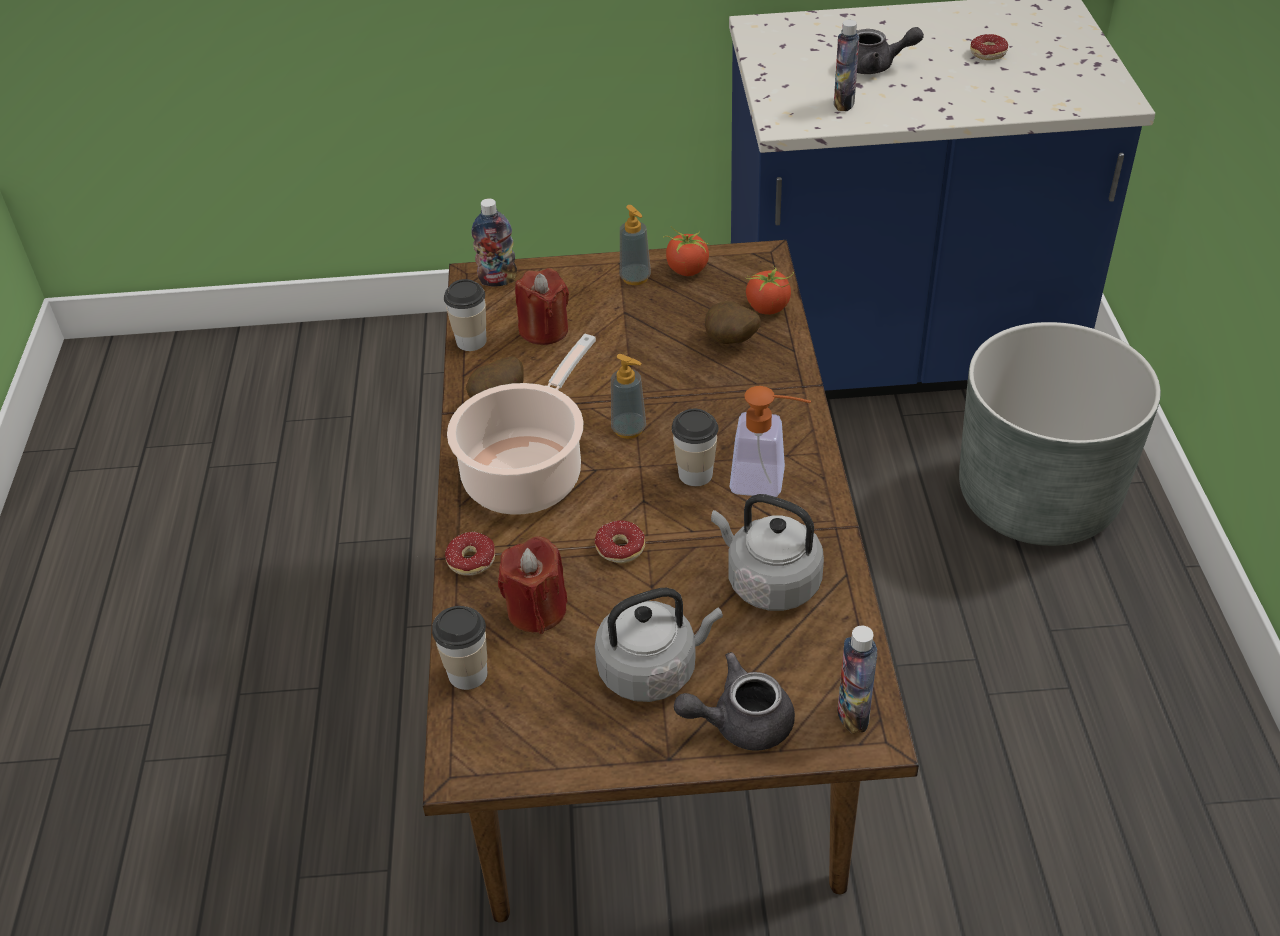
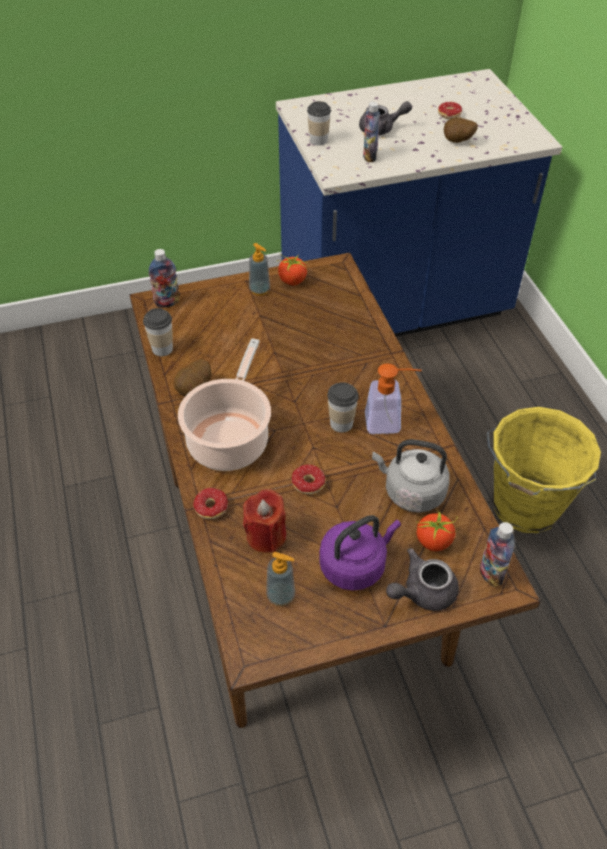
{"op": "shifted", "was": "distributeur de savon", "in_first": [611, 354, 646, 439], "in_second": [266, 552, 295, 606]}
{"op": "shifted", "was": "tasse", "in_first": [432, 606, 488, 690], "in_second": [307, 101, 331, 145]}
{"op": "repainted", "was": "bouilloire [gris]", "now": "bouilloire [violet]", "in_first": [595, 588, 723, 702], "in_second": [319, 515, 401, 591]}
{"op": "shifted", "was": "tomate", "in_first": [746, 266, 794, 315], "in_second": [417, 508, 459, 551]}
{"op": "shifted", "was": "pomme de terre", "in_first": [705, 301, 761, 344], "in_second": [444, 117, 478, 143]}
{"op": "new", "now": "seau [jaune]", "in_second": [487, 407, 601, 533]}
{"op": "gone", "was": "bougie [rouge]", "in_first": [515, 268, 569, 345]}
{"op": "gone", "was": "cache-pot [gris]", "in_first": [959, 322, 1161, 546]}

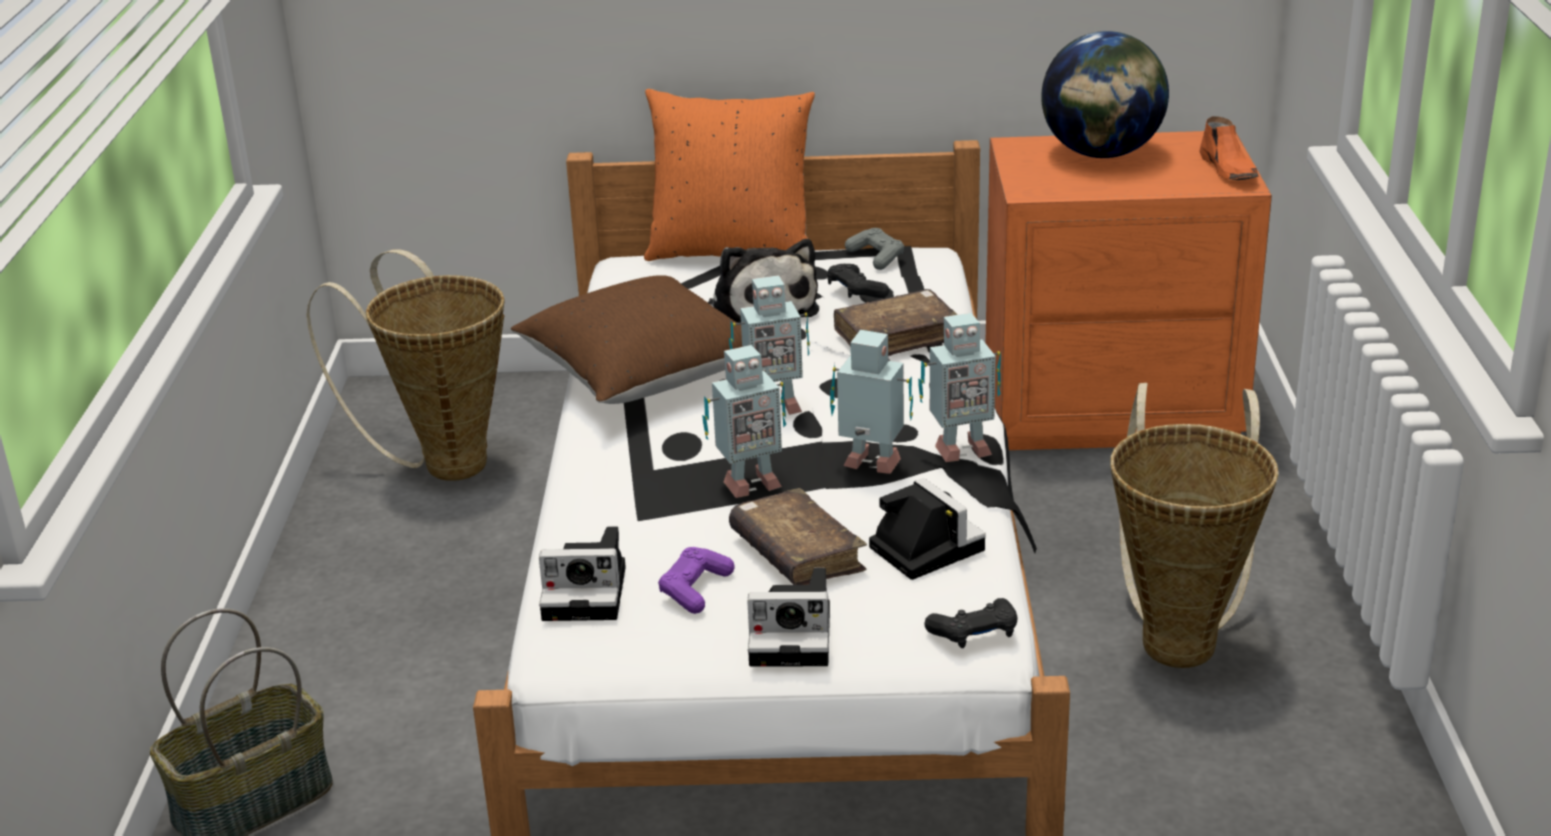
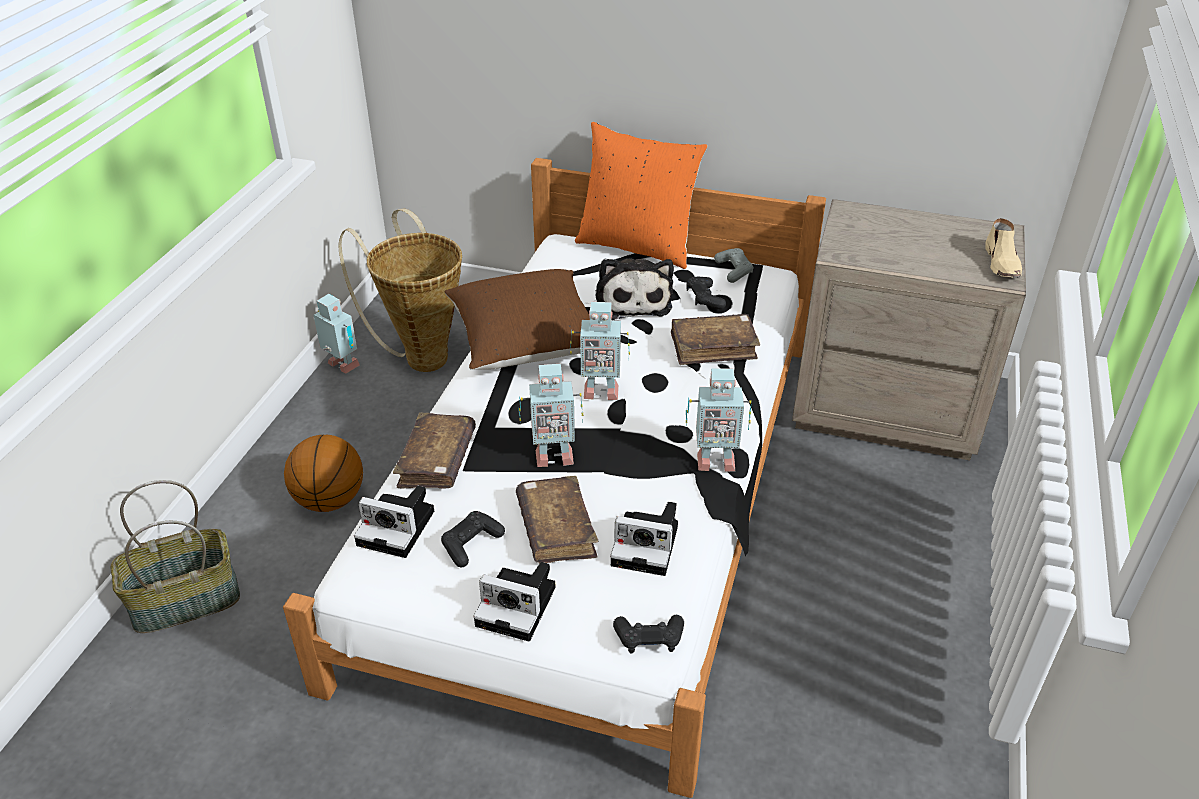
{"op": "new", "now": "ballon de basket", "in_second": [284, 435, 363, 512]}
{"op": "shifted", "was": "robot jouet", "in_first": [830, 330, 913, 474], "in_second": [313, 294, 359, 373]}
{"op": "new", "now": "livre [marron]", "in_second": [393, 413, 476, 489]}
{"op": "repainted", "was": "manette [violet]", "now": "manette [noir]", "in_first": [658, 547, 735, 614], "in_second": [441, 511, 505, 567]}
{"op": "rotated", "was": "appareil photo", "in_first": [869, 478, 986, 580], "in_second": [610, 502, 678, 576], "clockwise": 120}
{"op": "repainted", "was": "table de chevet [orange]", "now": "table de chevet [beige]", "in_first": [985, 131, 1272, 450], "in_second": [792, 199, 1026, 461]}
{"op": "repainted", "was": "chaussure [orange]", "now": "chaussure [beige]", "in_first": [1199, 116, 1258, 180], "in_second": [986, 218, 1022, 278]}
{"op": "gone", "was": "globe", "in_first": [1041, 31, 1169, 158]}
{"op": "gone", "was": "panier", "in_first": [1110, 383, 1279, 668]}

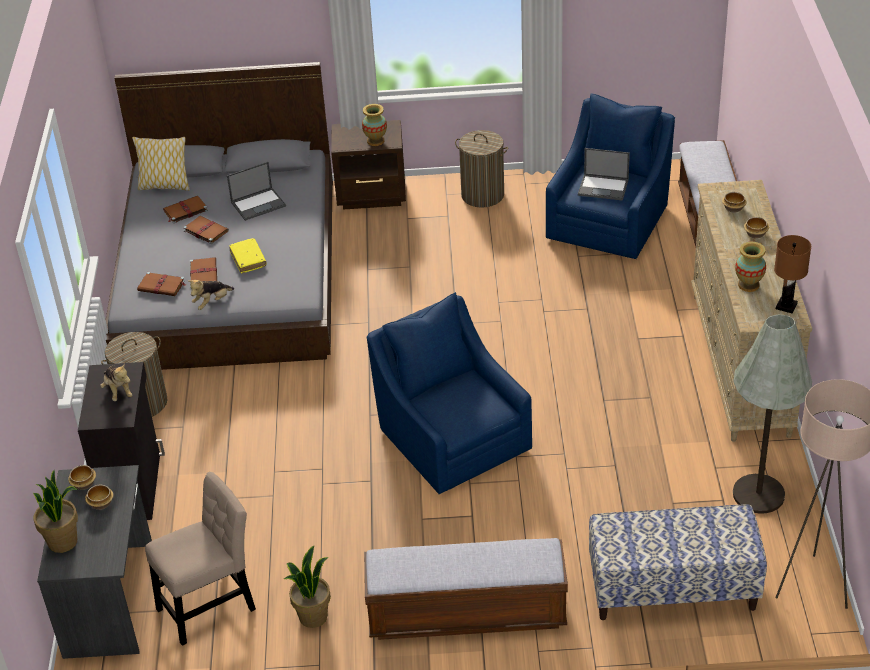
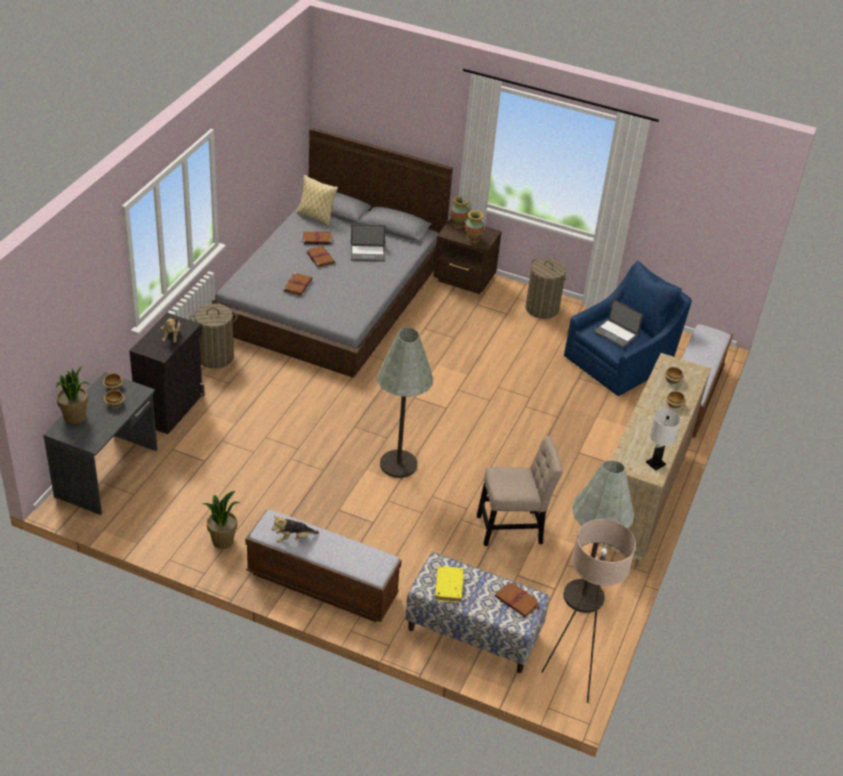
{"op": "shifted", "was": "peluche", "in_first": [188, 280, 234, 310], "in_second": [272, 516, 319, 543]}
{"op": "swapped", "was": "fauteuil [bleu]", "now": "lampadaire [gris]", "in_first": [366, 292, 532, 494], "in_second": [377, 327, 433, 478]}
{"op": "shifted", "was": "livre [jaune]", "in_first": [229, 238, 267, 273], "in_second": [435, 566, 464, 602]}
{"op": "shifted", "was": "vase", "in_first": [735, 242, 766, 292], "in_second": [450, 196, 469, 228]}
{"op": "shifted", "was": "chaise [beige]", "in_first": [145, 472, 256, 646], "in_second": [477, 436, 563, 546]}
{"op": "shifted", "was": "livre [marron]", "in_first": [137, 272, 186, 296], "in_second": [495, 581, 540, 617]}
{"op": "repainted", "was": "lampe de table [marron]", "now": "lampe de table [blanc]", "in_first": [774, 235, 811, 313], "in_second": [646, 409, 681, 470]}

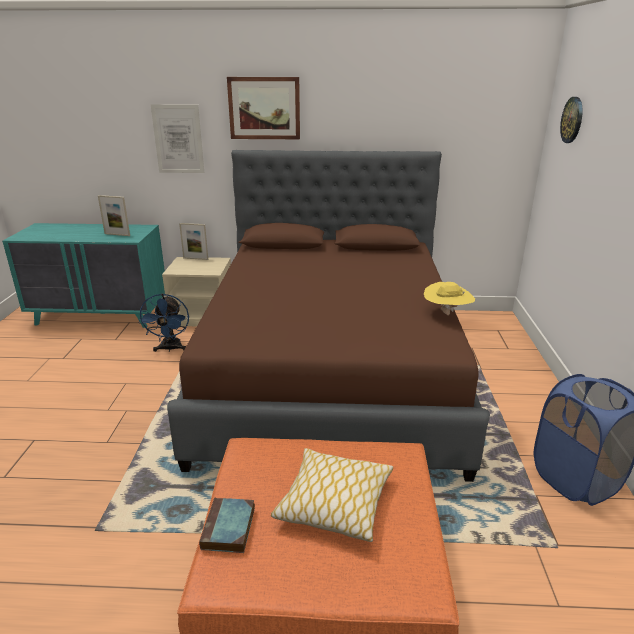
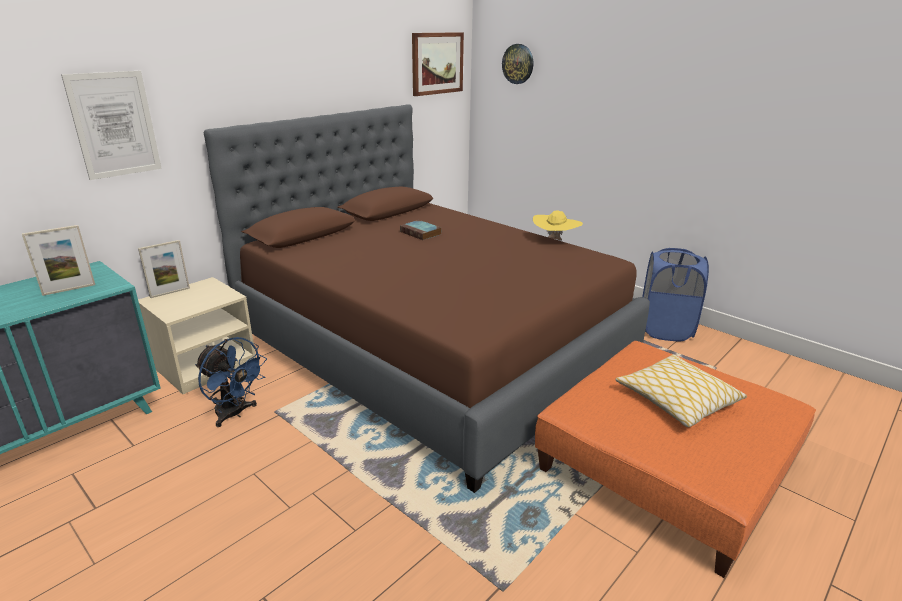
{"op": "shifted", "was": "livre", "in_first": [199, 498, 255, 553], "in_second": [400, 220, 442, 240]}
{"op": "shifted", "was": "tableau", "in_first": [227, 77, 300, 139], "in_second": [412, 32, 464, 96]}

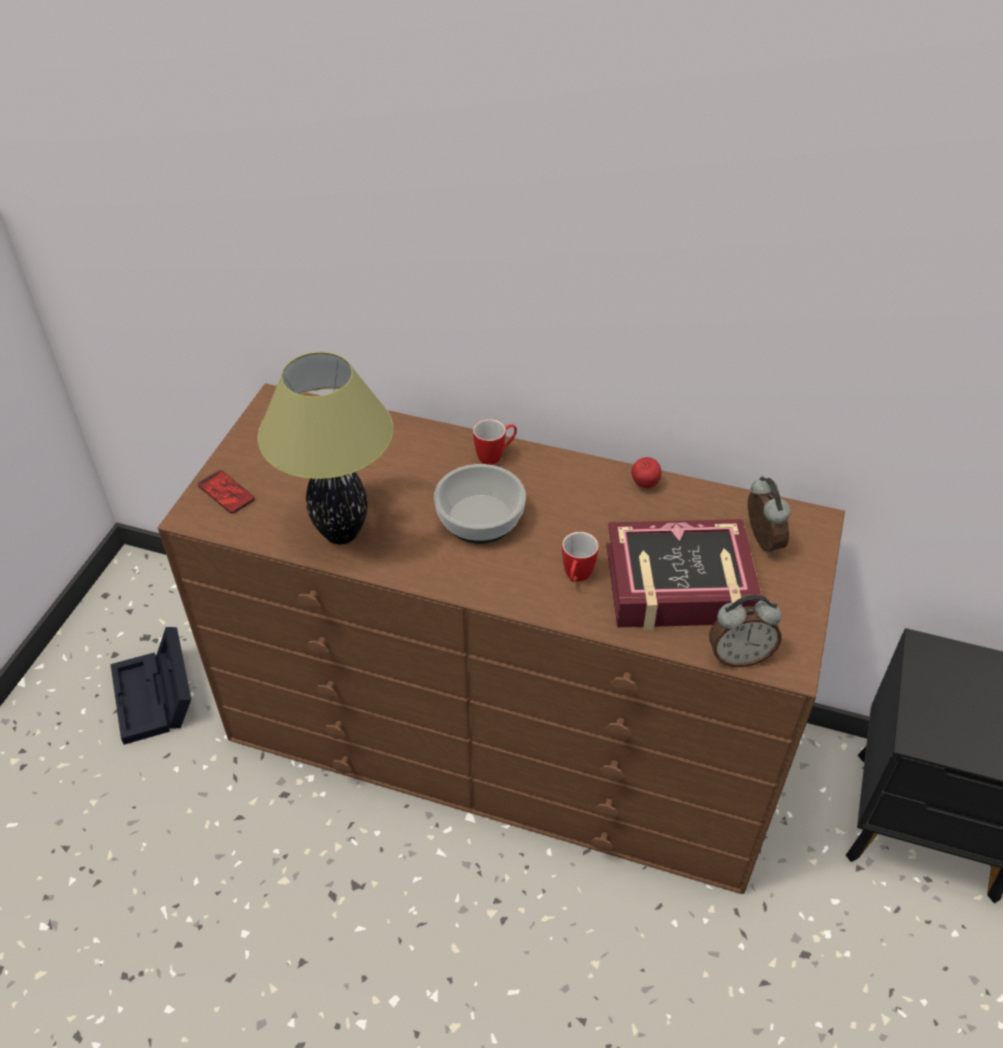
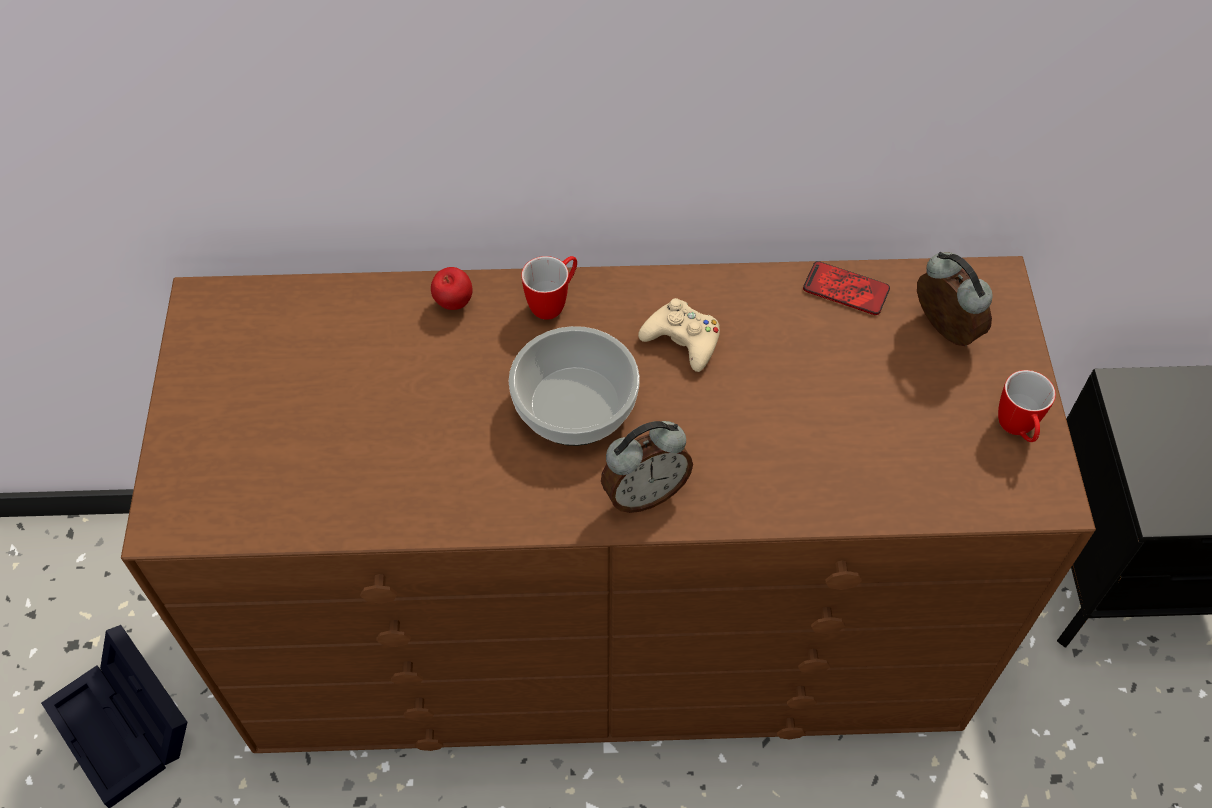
{"op": "shifted", "was": "pomme", "in_first": [631, 457, 662, 488], "in_second": [431, 267, 473, 310]}
{"op": "shifted", "was": "réveil", "in_first": [709, 595, 782, 667], "in_second": [601, 421, 693, 513]}
{"op": "new", "now": "manette [beige]", "in_second": [638, 298, 720, 372]}
{"op": "shifted", "was": "téléphone", "in_first": [198, 470, 255, 514], "in_second": [803, 261, 890, 315]}
{"op": "shifted", "was": "mug", "in_first": [562, 532, 599, 582], "in_second": [998, 370, 1056, 442]}
{"op": "gone", "was": "lampe de table", "in_first": [257, 352, 394, 544]}
{"op": "gone", "was": "livre", "in_first": [606, 519, 762, 630]}

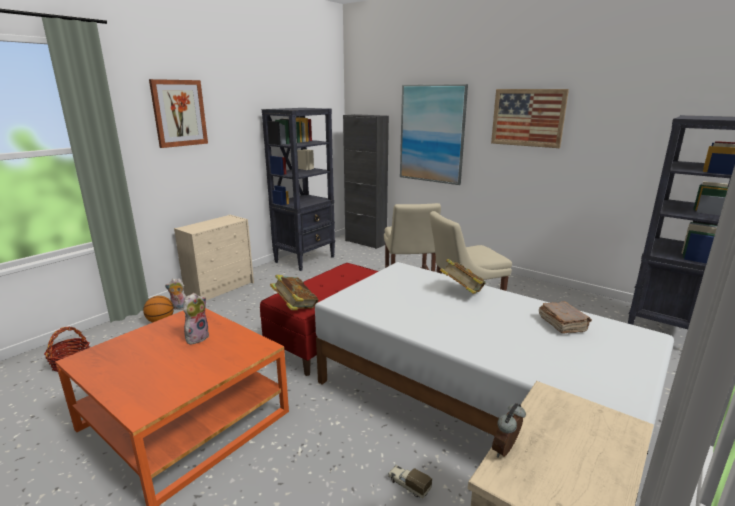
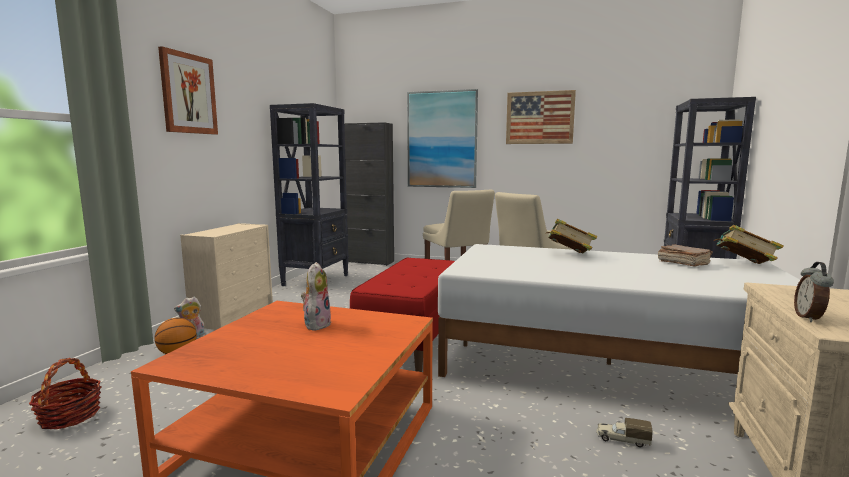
{"op": "shifted", "was": "livre", "in_first": [270, 275, 318, 310], "in_second": [714, 225, 784, 264]}

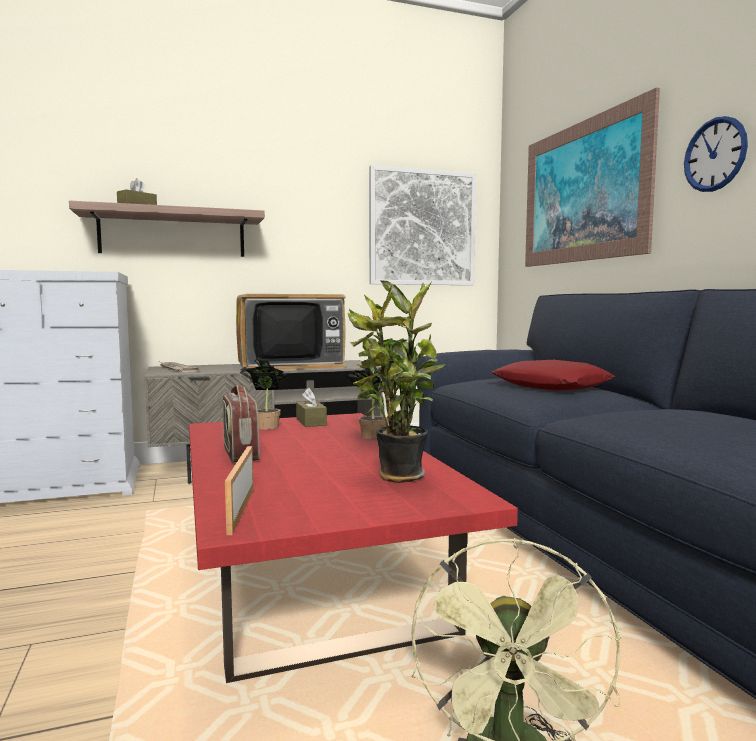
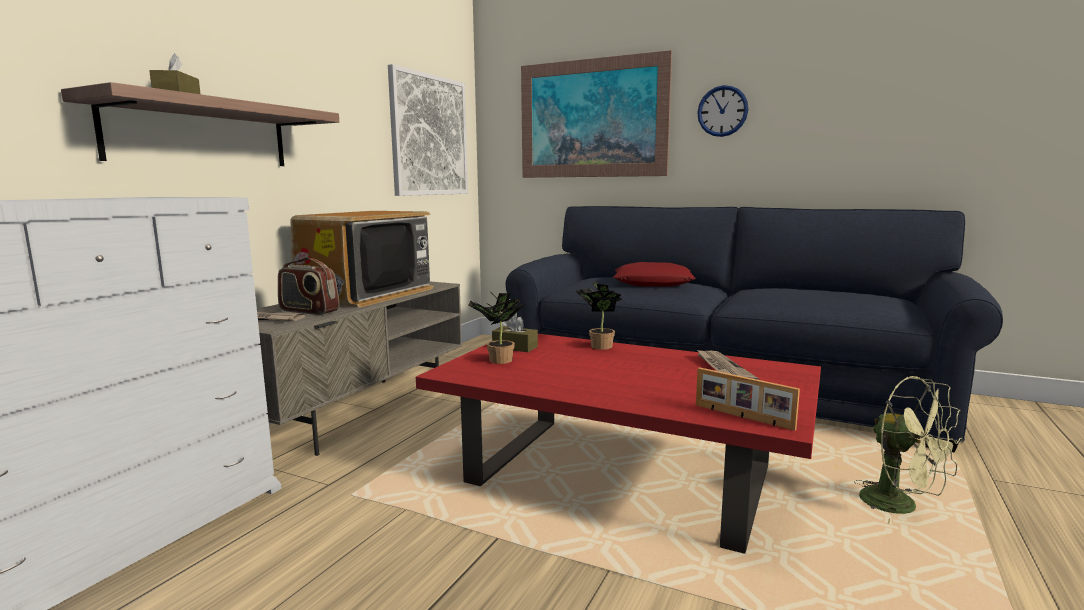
{"op": "shifted", "was": "radio", "in_first": [223, 385, 259, 463], "in_second": [278, 257, 339, 315]}
{"op": "swapped", "was": "plante en pot", "now": "journal", "in_first": [348, 281, 446, 483], "in_second": [696, 349, 759, 380]}

